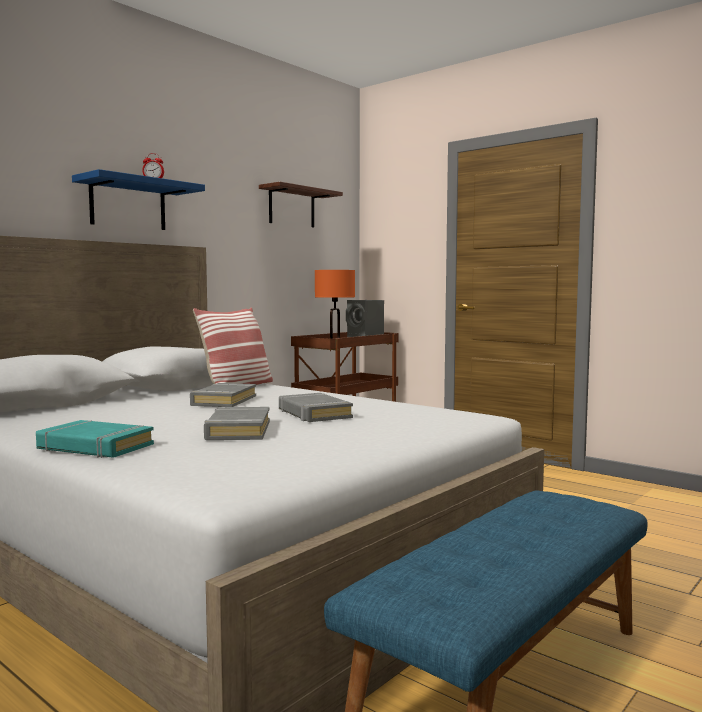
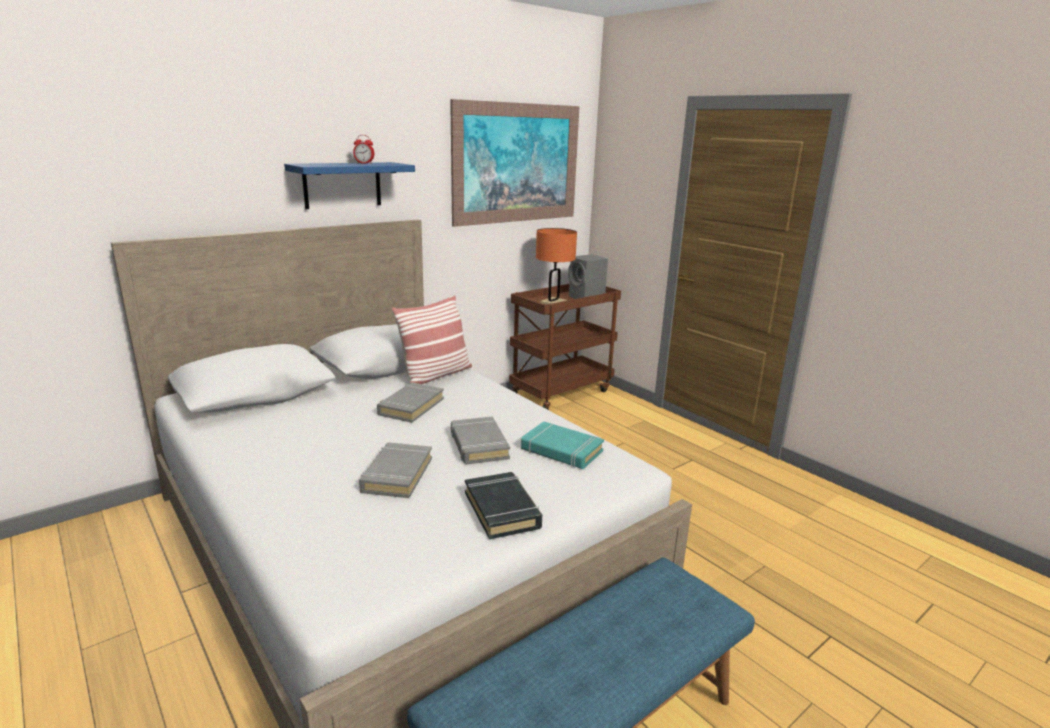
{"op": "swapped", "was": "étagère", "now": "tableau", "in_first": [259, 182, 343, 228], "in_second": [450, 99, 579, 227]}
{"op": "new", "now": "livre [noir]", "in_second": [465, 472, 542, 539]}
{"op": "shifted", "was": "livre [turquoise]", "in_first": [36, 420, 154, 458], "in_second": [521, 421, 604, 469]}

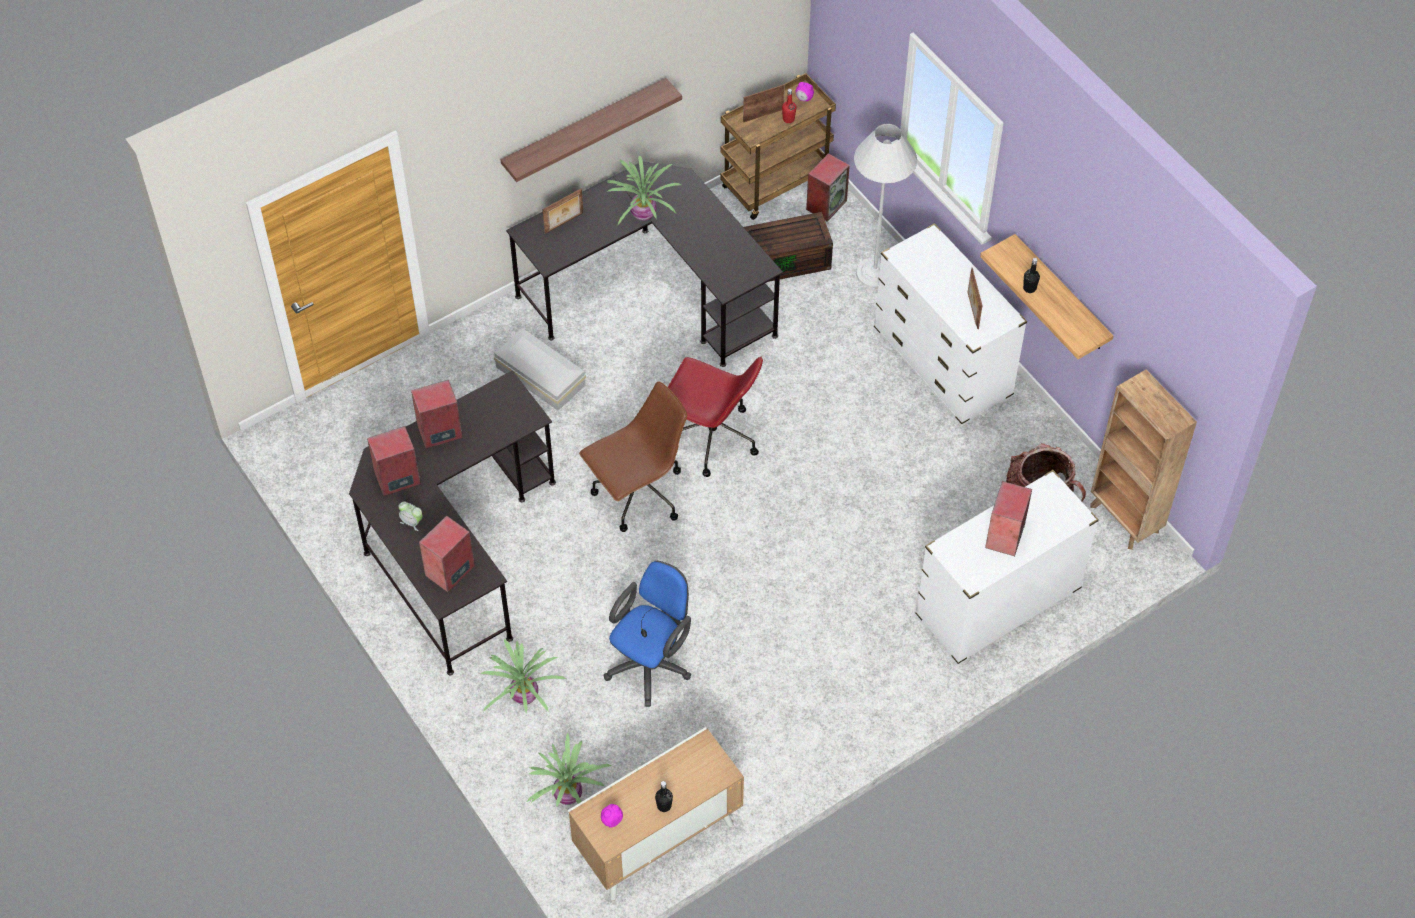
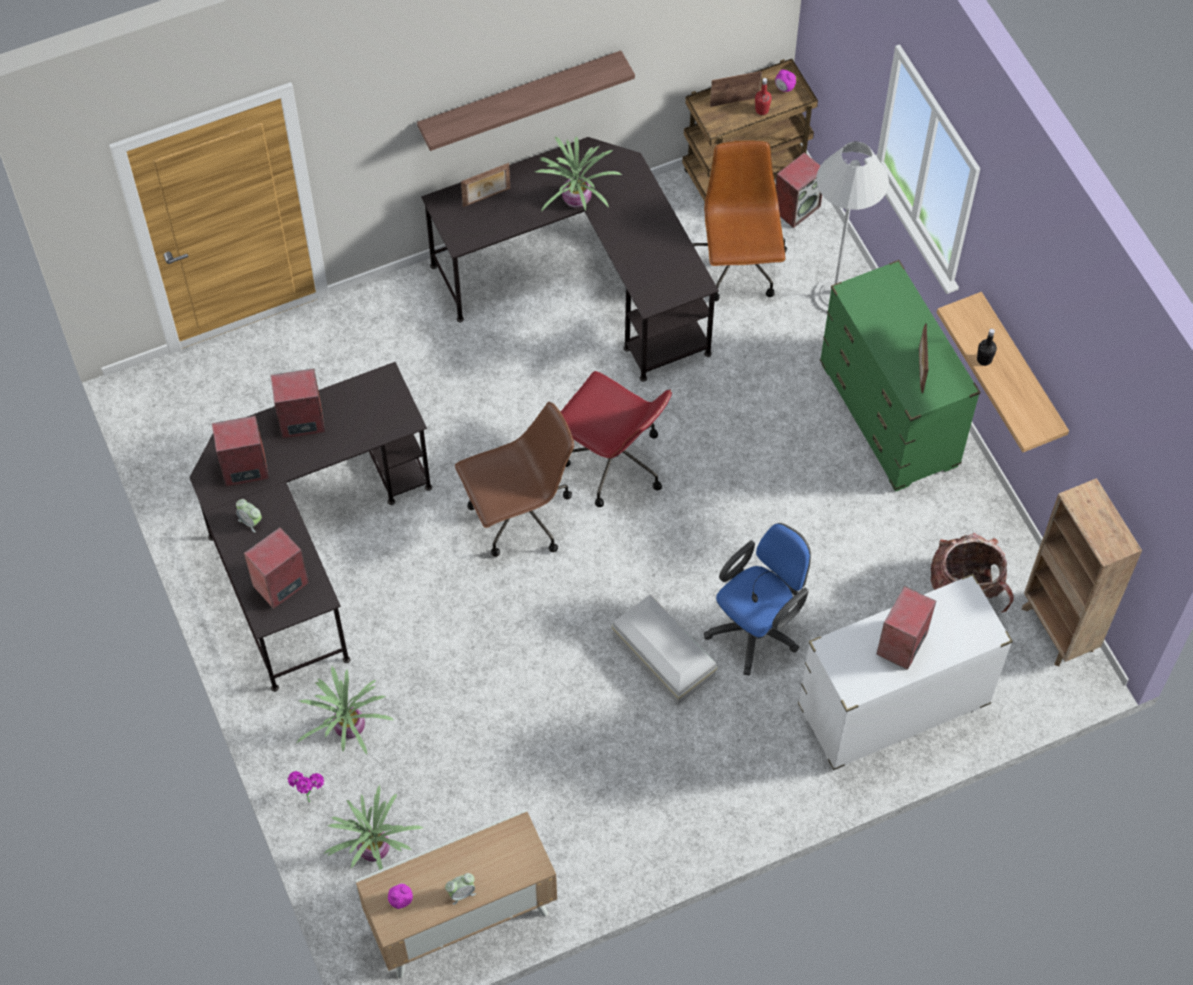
{"op": "new", "now": "plante en pot", "in_second": [288, 771, 324, 803]}
{"op": "swapped", "was": "bouteille [noir]", "now": "réveil", "in_first": [655, 781, 673, 812], "in_second": [445, 873, 476, 905]}
{"op": "shifted", "was": "boîte de rangement [blanc]", "in_first": [494, 328, 586, 411], "in_second": [612, 594, 717, 704]}
{"op": "swapped", "was": "boîte de rangement [marron]", "now": "chaise de bureau [marron]", "in_first": [744, 212, 833, 282], "in_second": [693, 140, 787, 301]}
{"op": "shifted", "was": "chaise de bureau [bleu]", "in_first": [603, 561, 691, 707], "in_second": [704, 523, 811, 675]}
{"op": "repainted", "was": "commode [blanc]", "now": "commode [vert]", "in_first": [874, 223, 1027, 426], "in_second": [820, 260, 980, 492]}

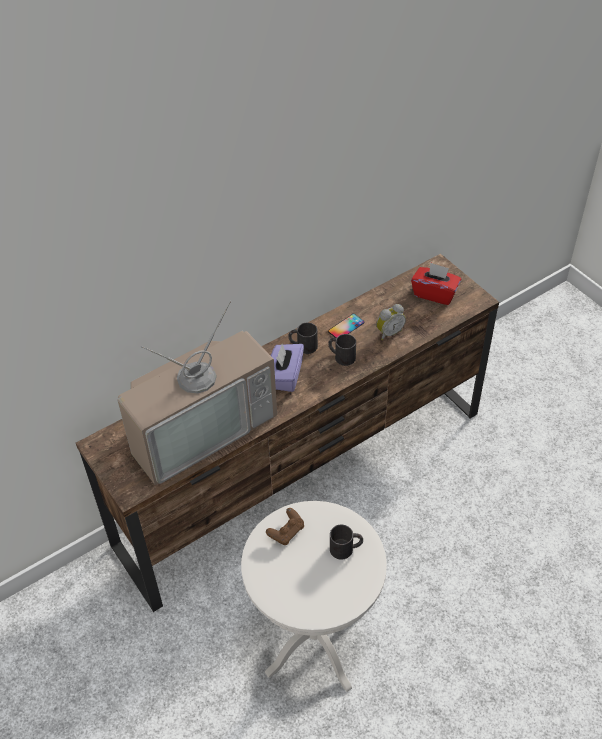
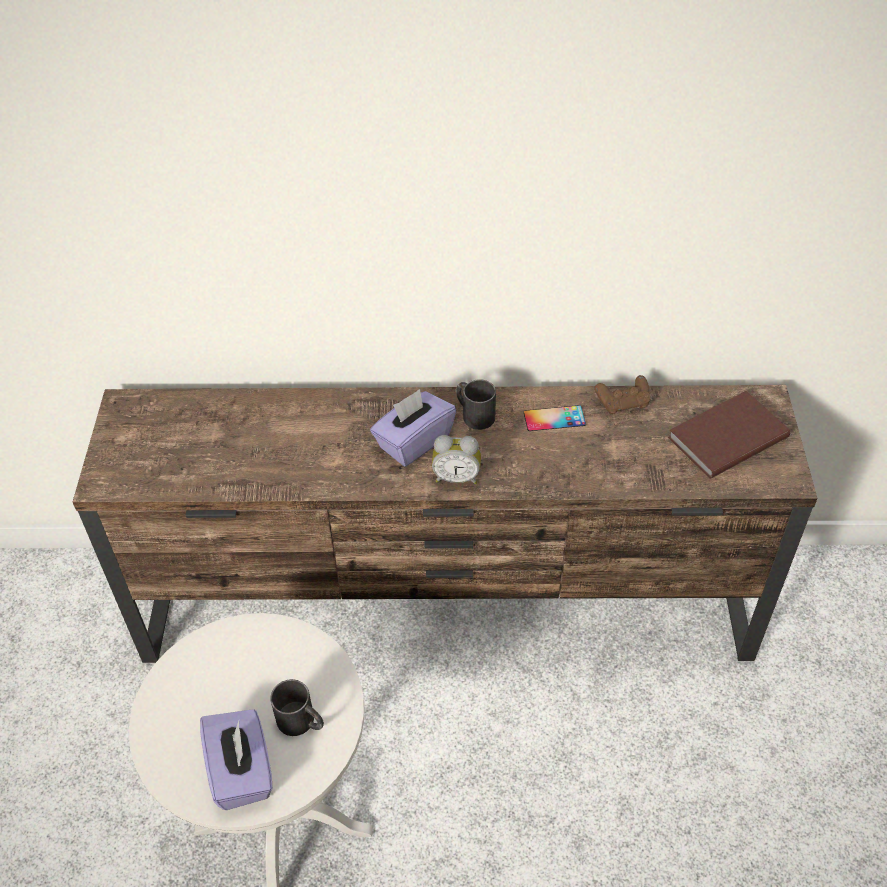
{"op": "new", "now": "boîte à mouchoirs [violet]", "in_second": [200, 709, 273, 810]}
{"op": "shifted", "was": "réveil", "in_first": [376, 304, 406, 340], "in_second": [432, 435, 481, 484]}
{"op": "shifted", "was": "manette [marron]", "in_first": [266, 508, 304, 545], "in_second": [595, 375, 650, 414]}
{"op": "swapped", "was": "boîte à mouchoirs [rouge]", "now": "livre [marron]", "in_first": [411, 262, 461, 305], "in_second": [668, 391, 790, 479]}
{"op": "gone", "was": "téléviseur", "in_first": [117, 301, 277, 485]}
{"op": "gone", "was": "mug [noir]", "in_first": [328, 334, 356, 366]}

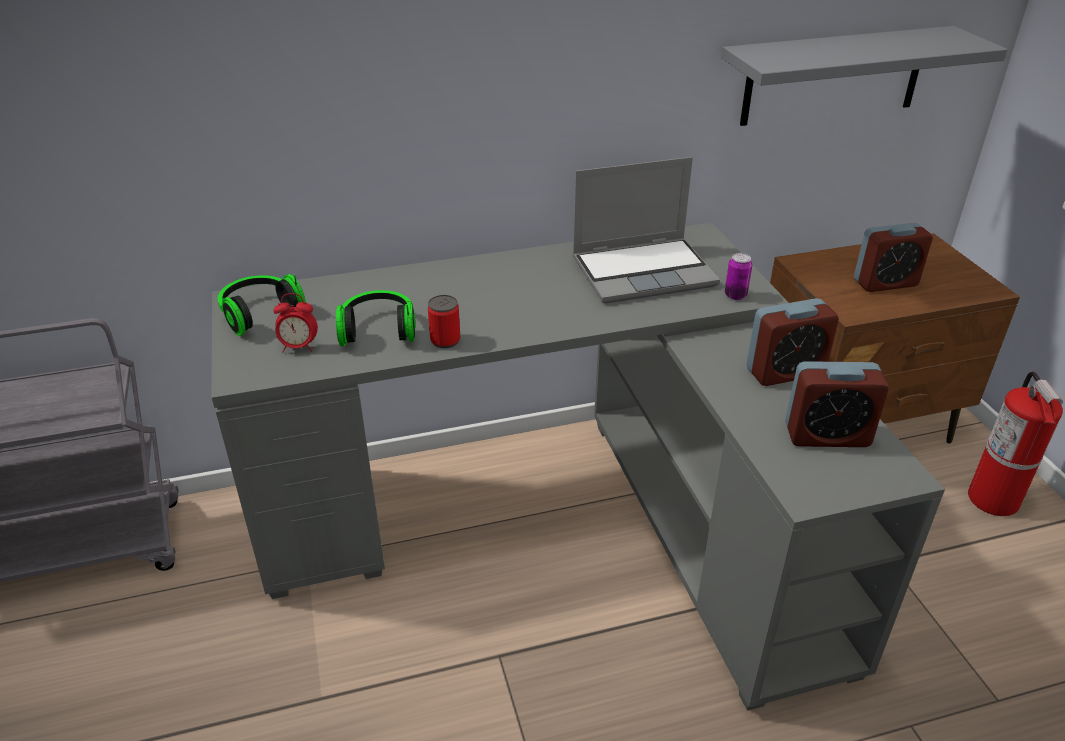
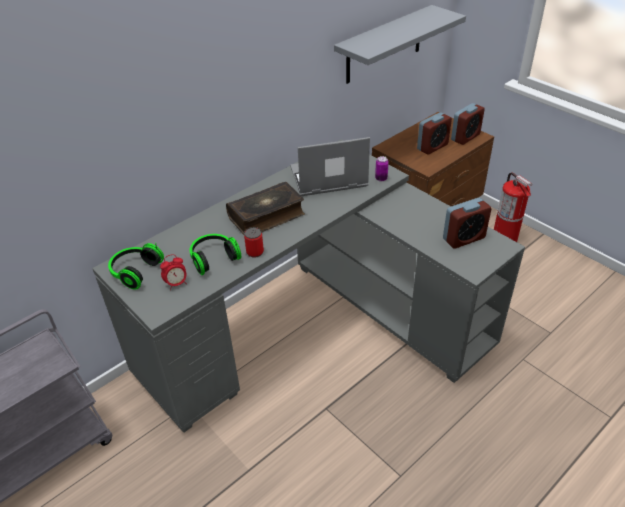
{"op": "new", "now": "livre", "in_second": [226, 182, 305, 235]}
{"op": "rotated", "was": "ordinateur portable", "in_first": [572, 157, 720, 304], "in_second": [290, 137, 370, 196], "clockwise": -150}
{"op": "shifted", "was": "réveil", "in_first": [747, 298, 839, 386], "in_second": [451, 103, 485, 145]}

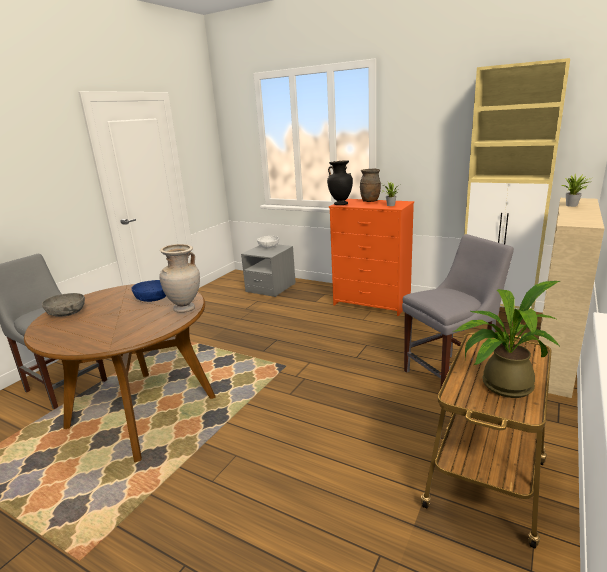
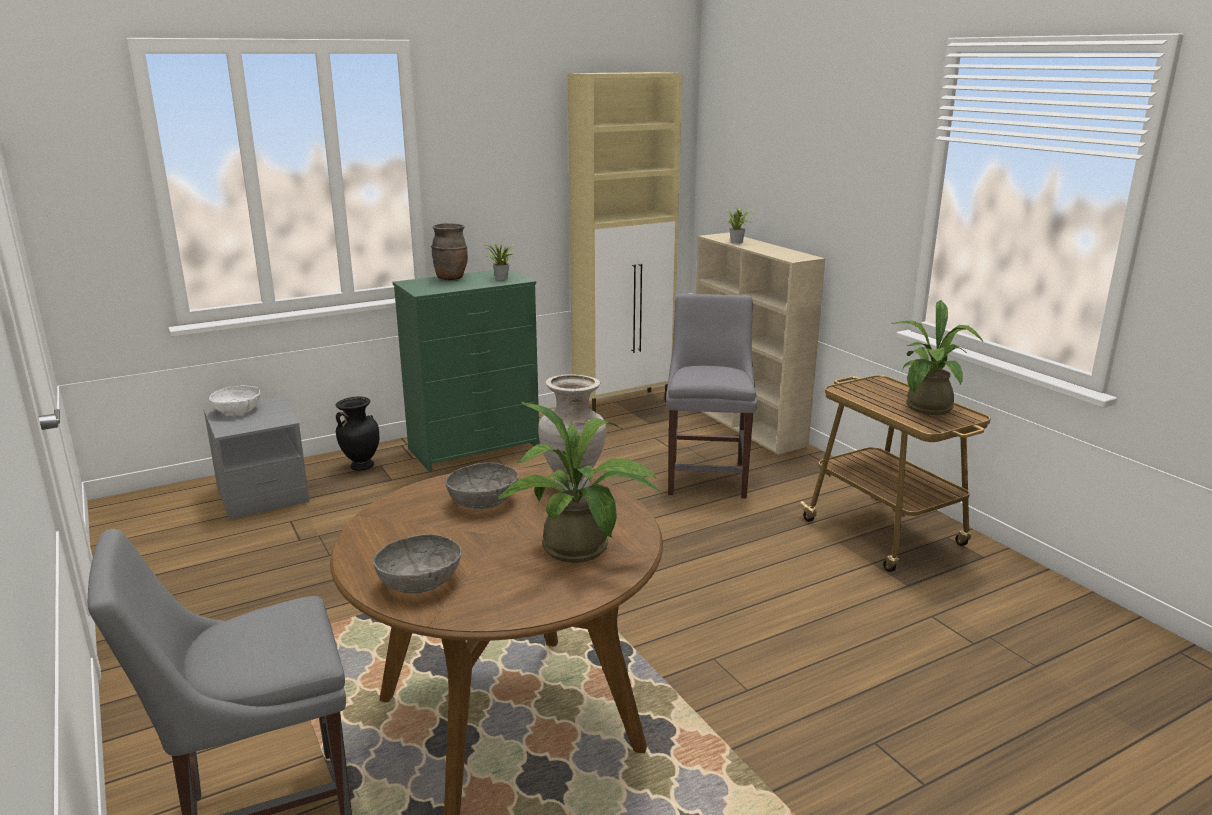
{"op": "shifted", "was": "vase [noir]", "in_first": [327, 160, 353, 205], "in_second": [335, 396, 379, 471]}
{"op": "repainted", "was": "commode [orange]", "now": "commode [vert]", "in_first": [329, 199, 414, 316], "in_second": [393, 269, 540, 473]}
{"op": "repainted", "was": "bol [bleu]", "now": "bol [gris]", "in_first": [131, 280, 166, 302], "in_second": [446, 463, 519, 509]}
{"op": "new", "now": "plante en pot", "in_second": [497, 401, 661, 563]}

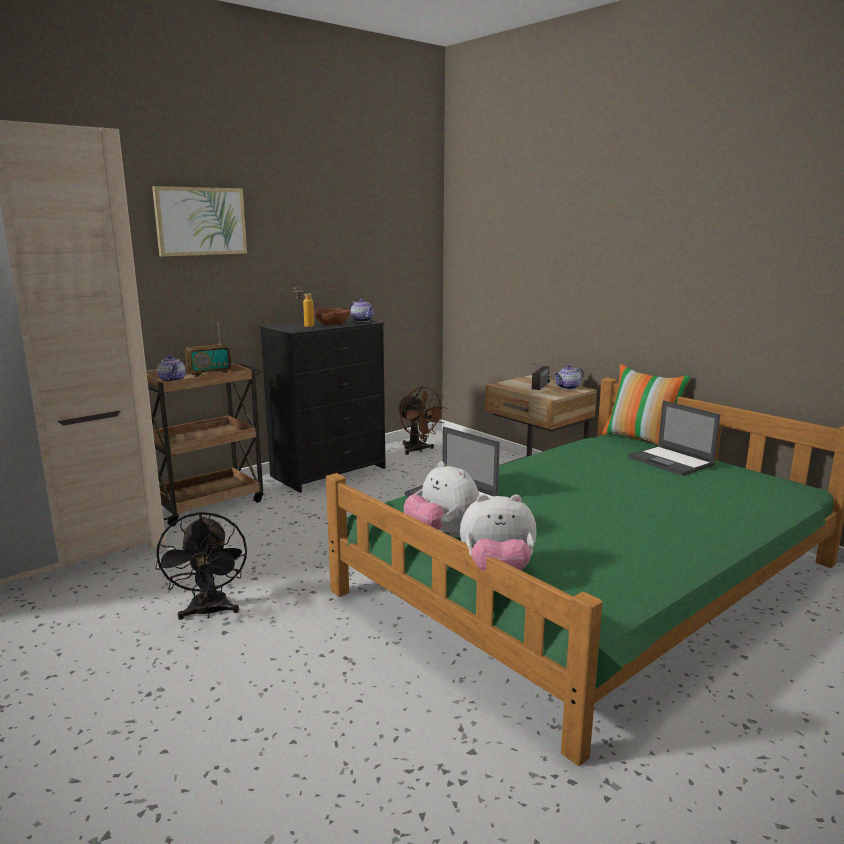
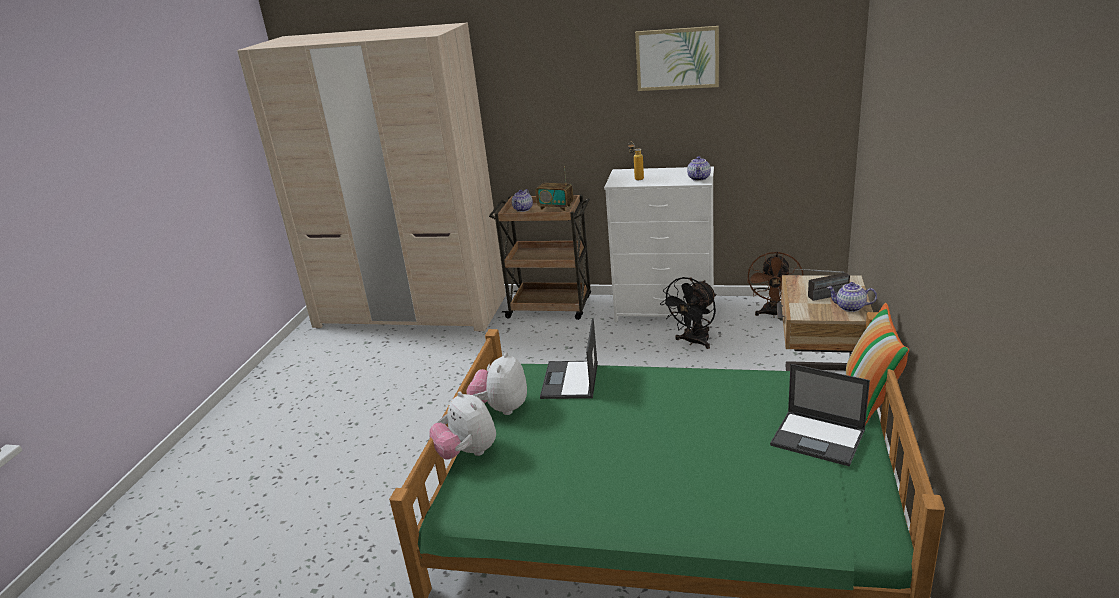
{"op": "repainted", "was": "commode [noir]", "now": "commode [blanc]", "in_first": [259, 316, 386, 493], "in_second": [604, 167, 714, 324]}
{"op": "shifted", "was": "tableau", "in_first": [152, 186, 247, 257], "in_second": [635, 26, 719, 91]}
{"op": "shifted", "was": "ventilateur [noir]", "in_first": [155, 512, 247, 620], "in_second": [660, 277, 716, 349]}
{"op": "rotated", "was": "ordinateur portable", "in_first": [628, 401, 720, 476], "in_second": [770, 364, 870, 466], "clockwise": -75}
{"op": "gone", "was": "bol [marron]", "in_first": [314, 307, 350, 325]}

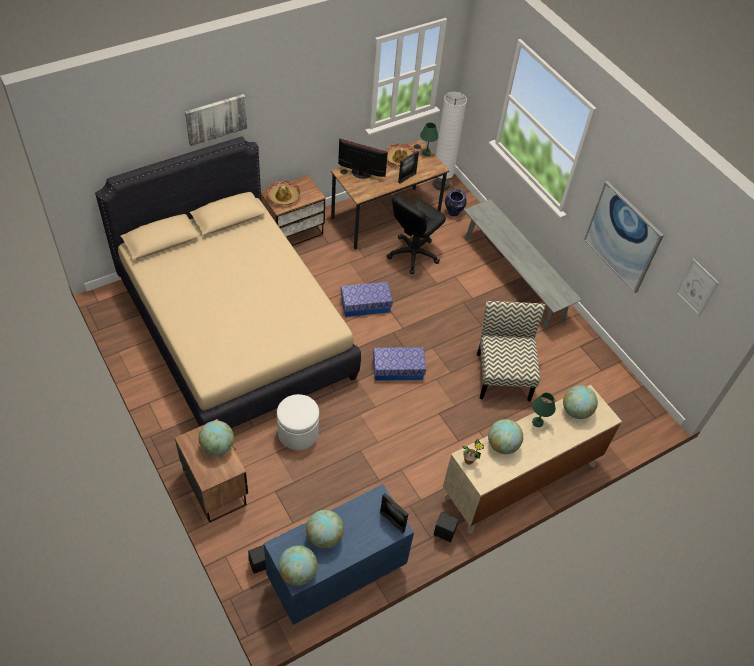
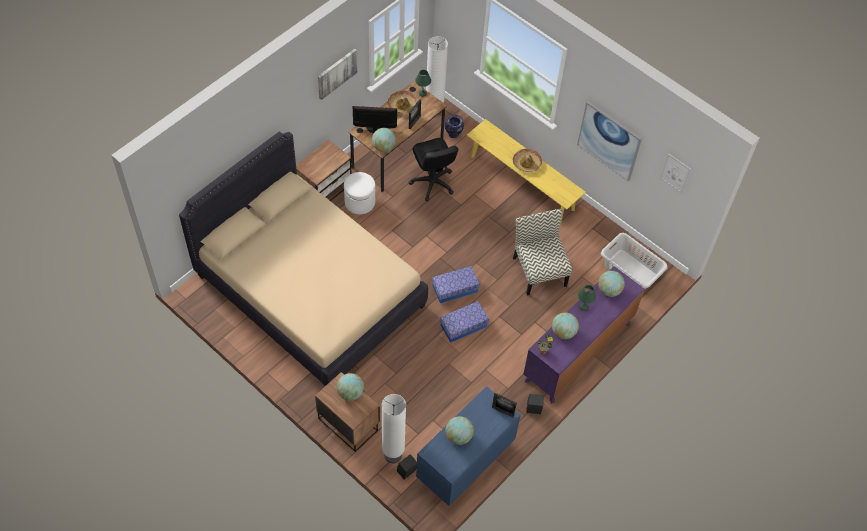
{"op": "shifted", "was": "tableau", "in_first": [185, 94, 248, 146], "in_second": [318, 49, 358, 100]}
{"op": "shifted", "was": "pouf [blanc]", "in_first": [277, 394, 319, 450], "in_second": [344, 172, 375, 214]}
{"op": "shifted", "was": "globe", "in_first": [278, 545, 317, 586], "in_second": [372, 128, 396, 152]}
{"op": "new", "now": "lampadaire [blanc]", "in_second": [382, 394, 406, 463]}
{"op": "rotated", "was": "chaise de bureau [noir]", "in_first": [387, 195, 446, 274], "in_second": [409, 138, 458, 201], "clockwise": -45}
{"op": "shifted", "was": "boîte de rangement", "in_first": [341, 282, 393, 317], "in_second": [440, 301, 489, 342]}
{"op": "repainted", "was": "banc [gris]", "now": "banc [jaune]", "in_first": [464, 199, 582, 331], "in_second": [467, 119, 586, 222]}
{"op": "shifted", "was": "chapeau", "in_first": [266, 181, 301, 205], "in_second": [513, 149, 542, 172]}
{"op": "repainted", "was": "commode [beige]", "now": "commode [violet]", "in_first": [443, 385, 622, 533], "in_second": [523, 266, 645, 404]}
{"op": "new", "now": "panier à linge [gris]", "in_second": [601, 233, 668, 289]}

